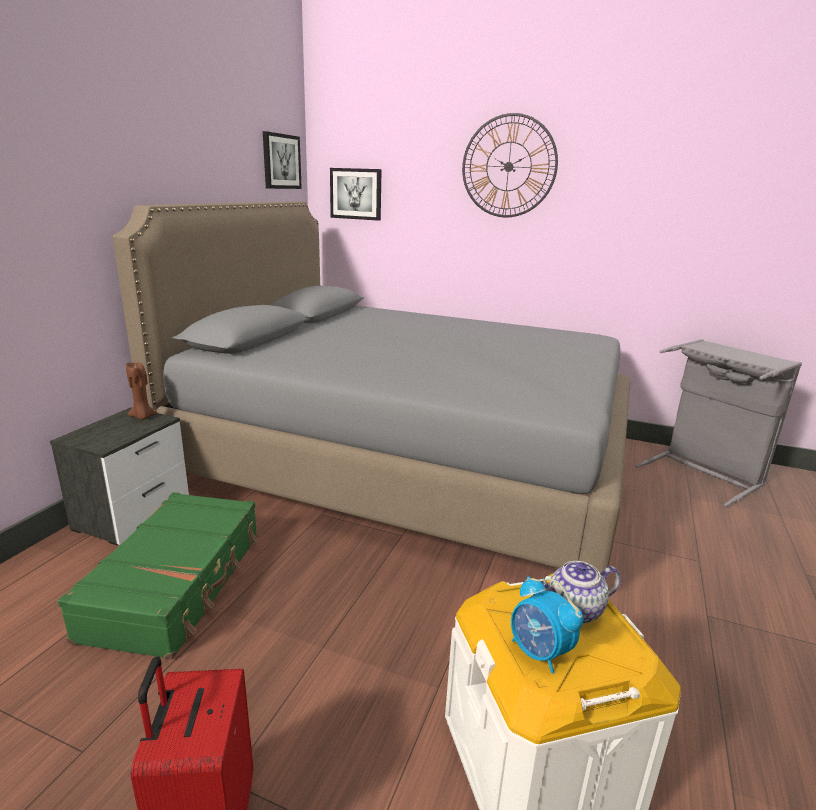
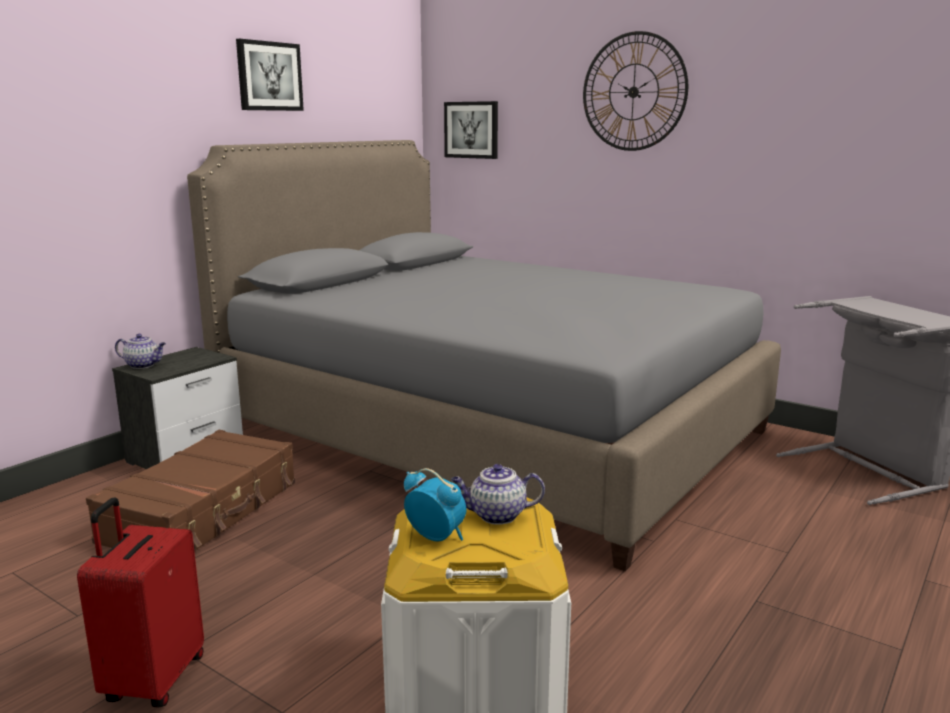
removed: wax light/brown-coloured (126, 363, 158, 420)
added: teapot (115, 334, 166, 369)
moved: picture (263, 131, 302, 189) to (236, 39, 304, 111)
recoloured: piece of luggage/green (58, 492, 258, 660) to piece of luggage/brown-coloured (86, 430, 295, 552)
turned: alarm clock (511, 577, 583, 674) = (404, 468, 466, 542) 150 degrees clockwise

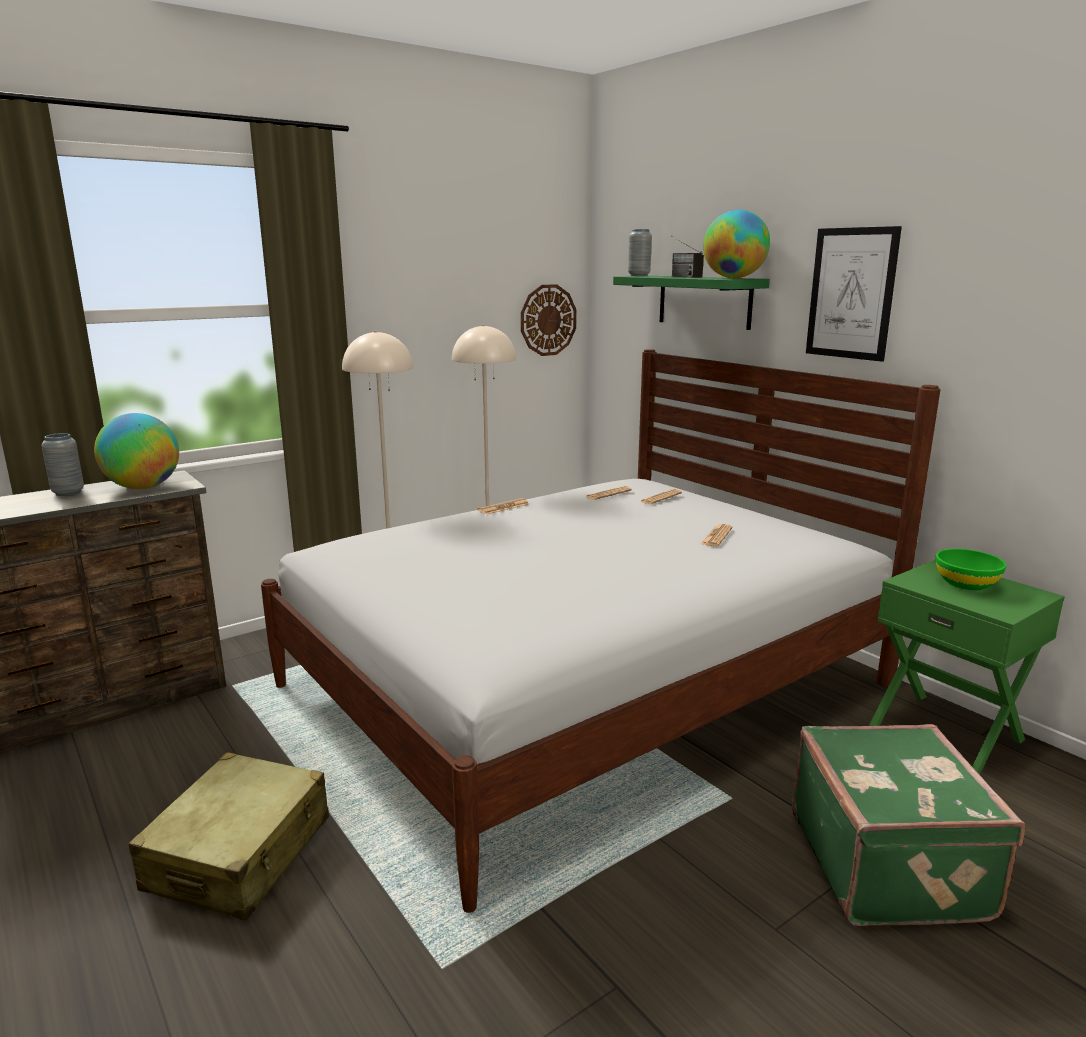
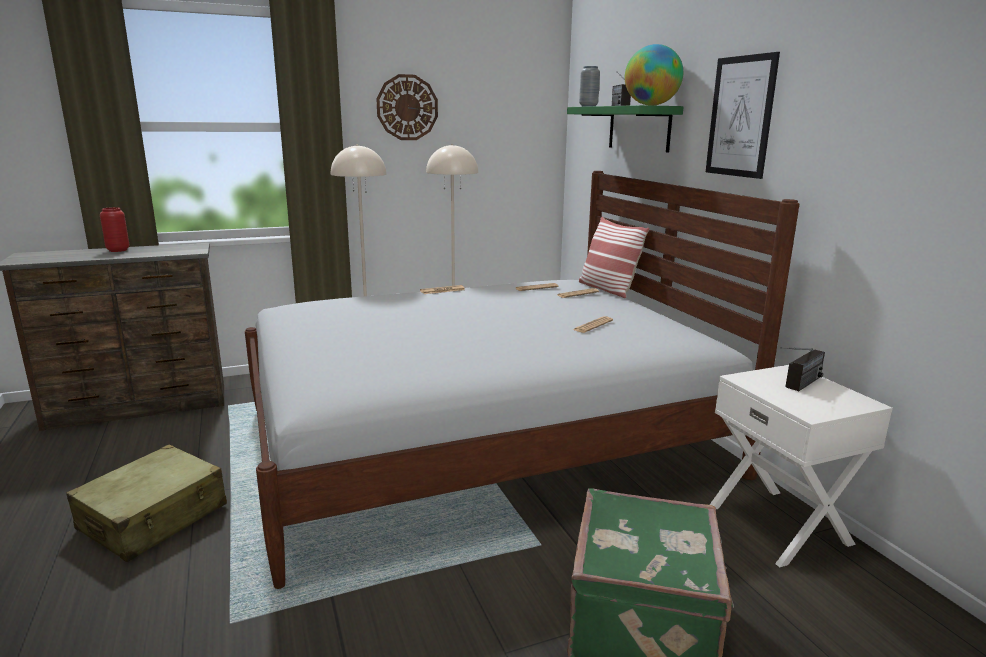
removed: desk globe (94, 413, 179, 489)
added: throw pillow (579, 217, 650, 298)
moved: clock on the wall (521, 284, 577, 356) to (376, 74, 438, 140)
replaced: deep dish/green (936, 549, 1006, 590) to radio (781, 347, 825, 391)
recoloured: decorative vase/greyish (41, 433, 84, 496) to decorative vase/red (100, 207, 129, 252); nightstand/green (869, 559, 1065, 774) to nightstand/white-coloured (710, 365, 893, 567)

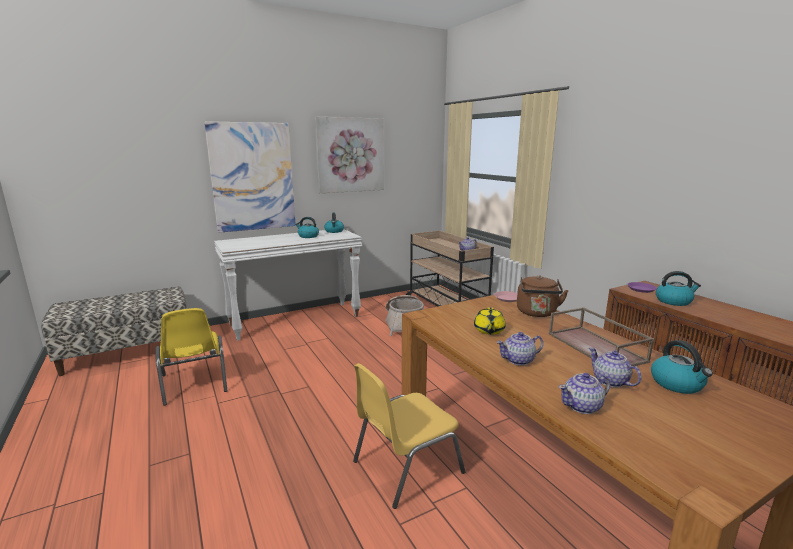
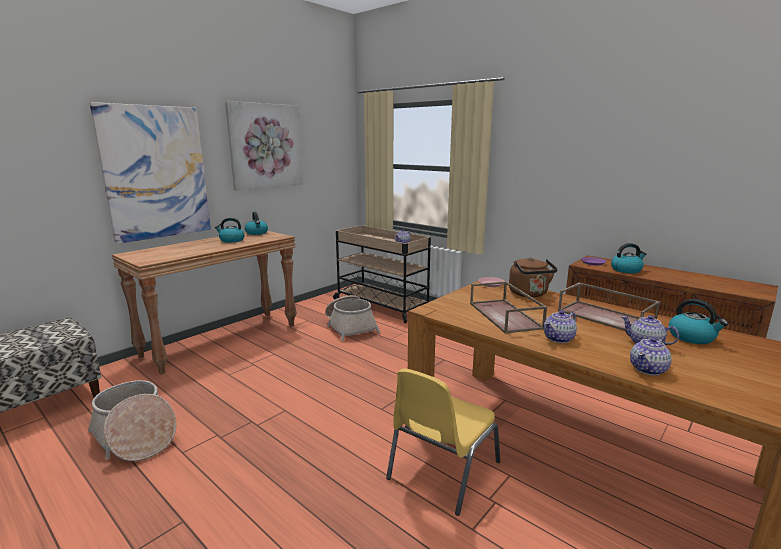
replaced: plain chair/yellowish (155, 308, 227, 406) to storage basket (88, 380, 177, 461); teapot/yellowish (474, 307, 506, 335) to serving tray/brown-coloured (470, 281, 547, 334)
recoloured: hall table/white-coloured (214, 229, 362, 341) to hall table/brown-coloured (112, 231, 297, 375)

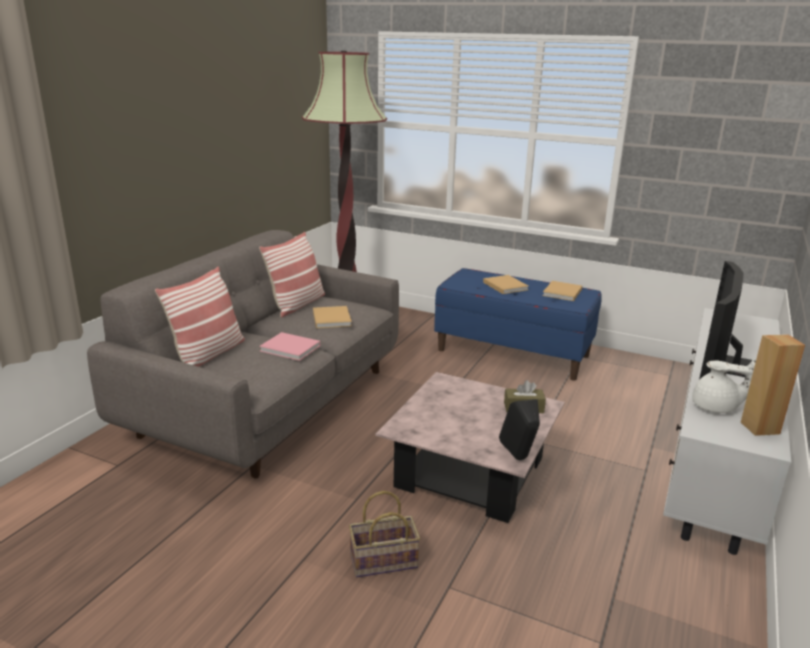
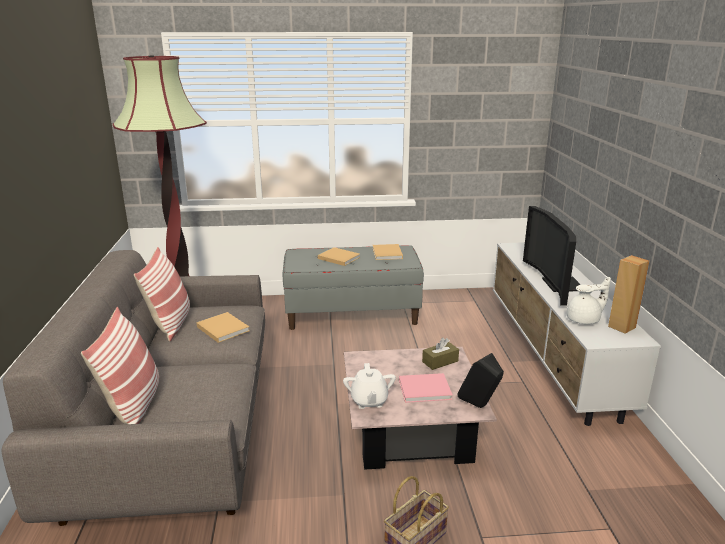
added: teapot/white-coloured (343, 363, 396, 409)
moved: volume/pink-coloured (259, 332, 320, 361) to (399, 373, 453, 403)
recoloured: bench/blue (434, 268, 602, 381) to bench/greyish (283, 245, 424, 330)

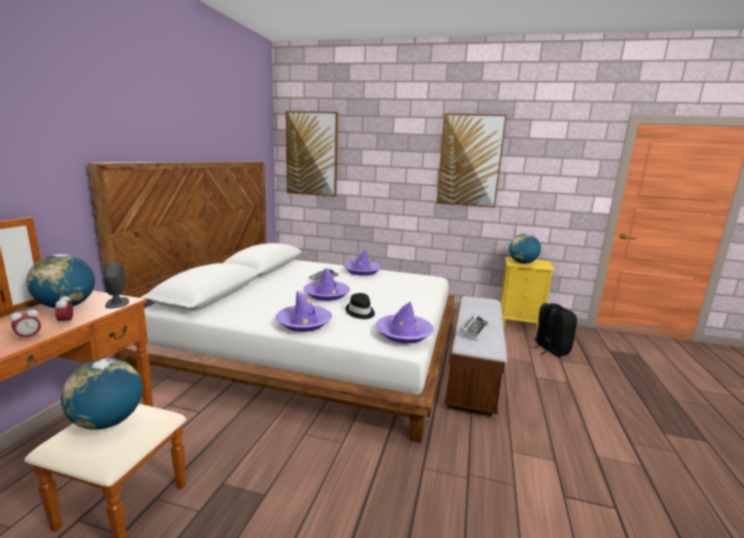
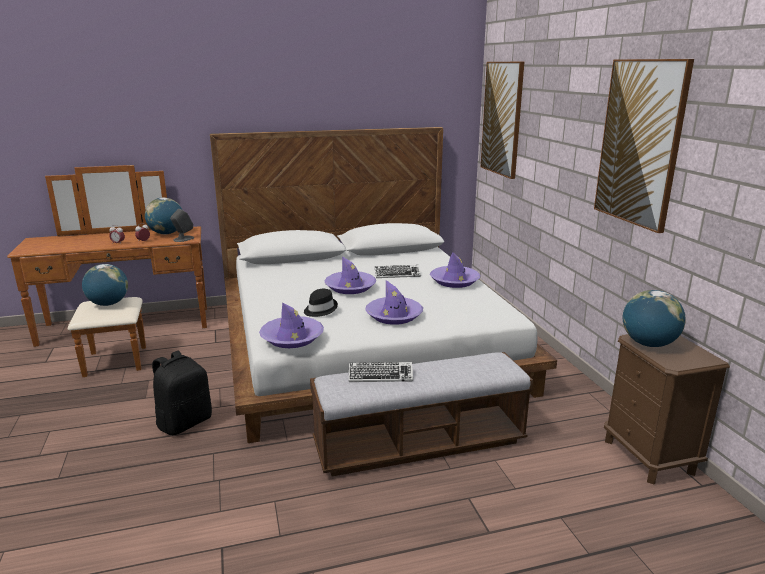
moved: clothing hat/purple (276, 291, 332, 332) to (365, 280, 423, 325); rucksack/black (532, 303, 577, 357) to (152, 351, 212, 435)
recoloured: nightstand/yellowish (500, 257, 555, 331) to nightstand/brown-coloured (604, 334, 730, 485)

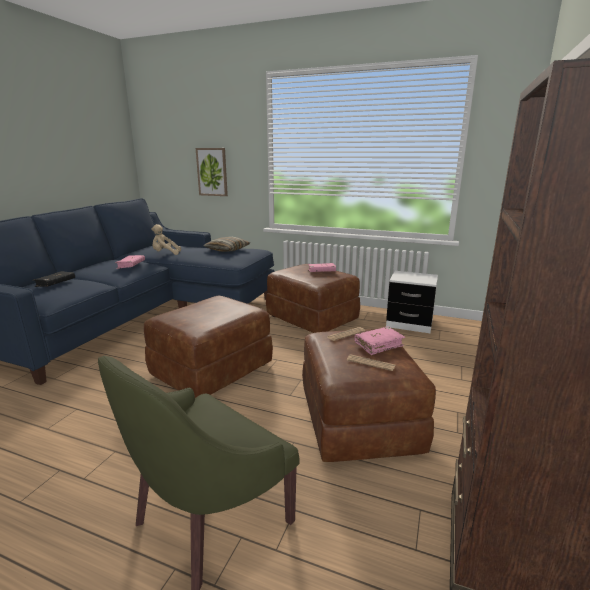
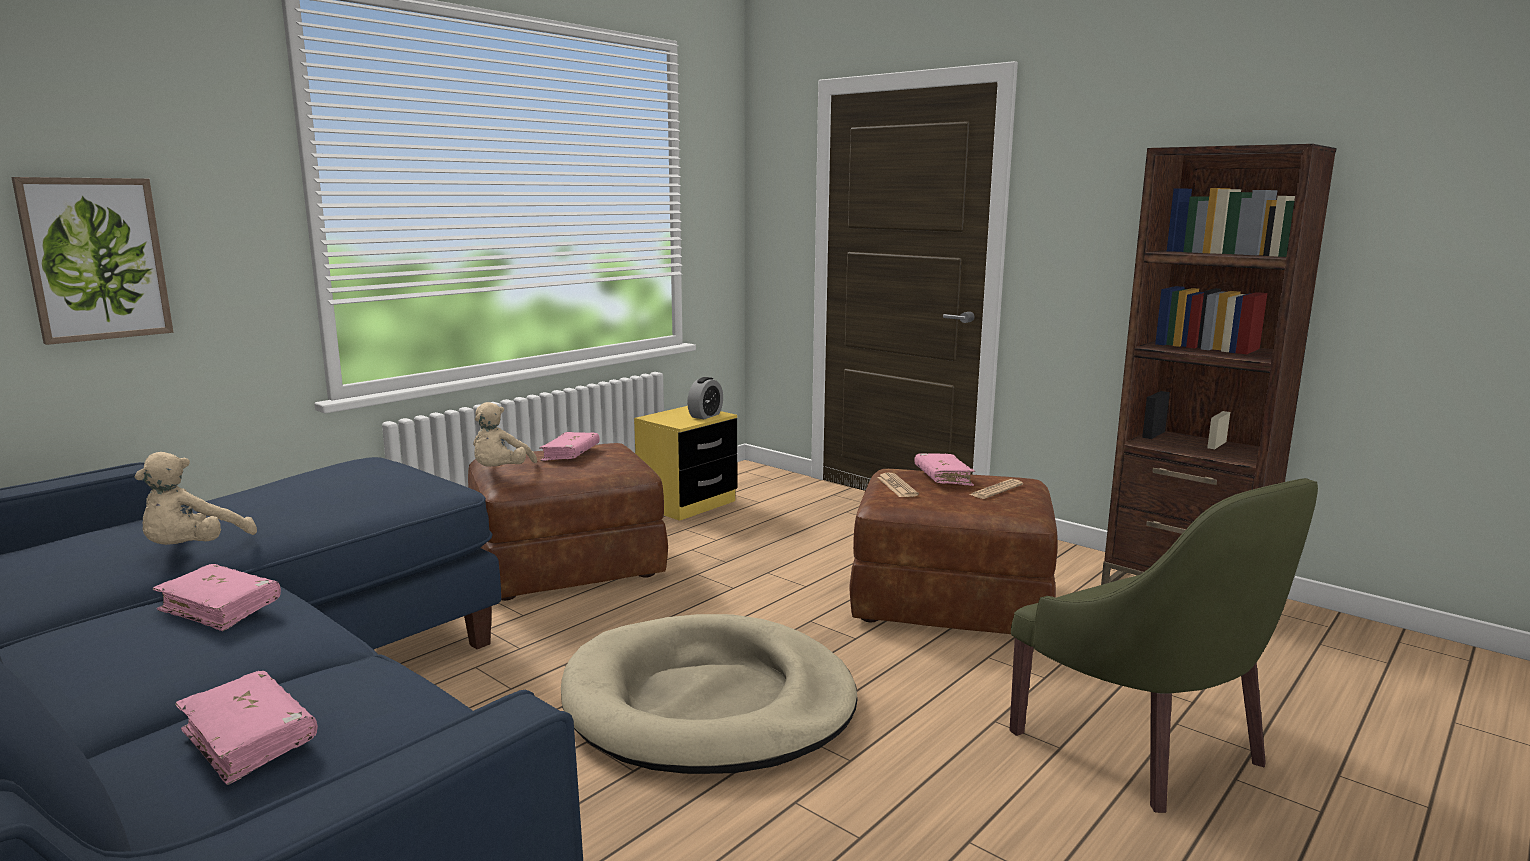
removed: throw pillow (203, 237, 250, 252)
added: plush toy/beige (473, 402, 537, 467); alarm clock (687, 377, 723, 419)
replaced: ottoman/brown-coloured (144, 296, 273, 398) to pet bed/beige (561, 614, 858, 774)
recoloured: volume/black (34, 271, 75, 287) to volume/pink-coloured (175, 671, 318, 785); nightstand/white-coloured (386, 271, 438, 333) to nightstand/yellowish (634, 406, 737, 521)

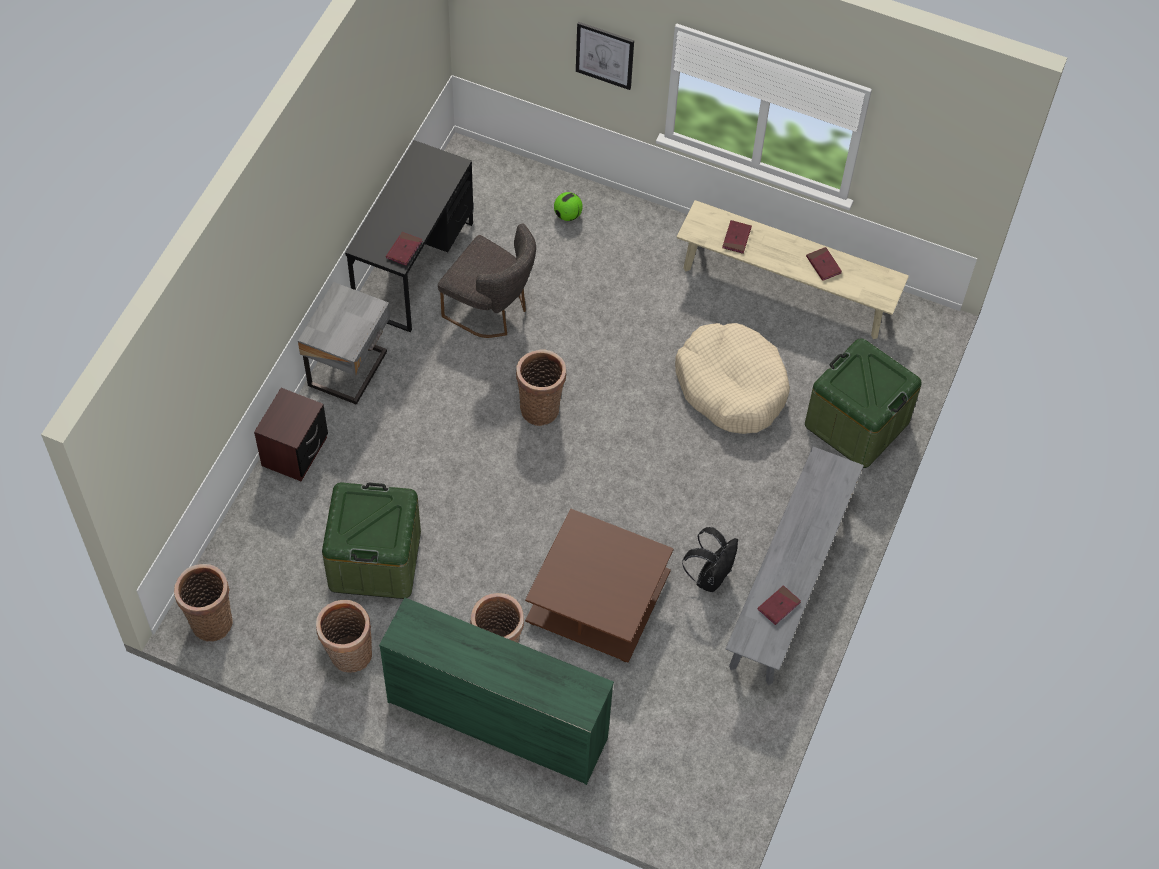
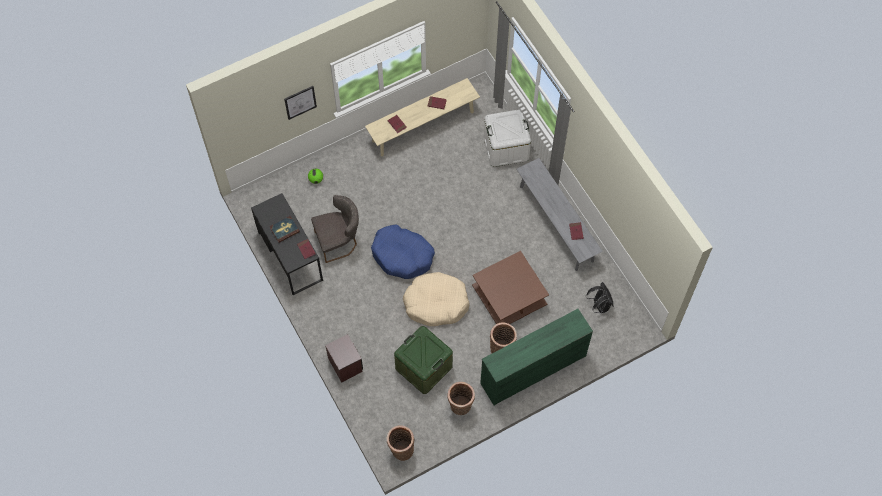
removed: nightstand/greyish (298, 282, 390, 405)
added: volume (269, 216, 300, 243)
moved: pet bed/beige (675, 323, 790, 434) to (403, 272, 470, 326); rucksack/black (682, 527, 738, 592) to (586, 282, 614, 313)
replaced: storage basket (516, 350, 566, 426) to pet bed/blue (371, 225, 435, 279)
recoloured: storage container/green (805, 338, 922, 468) to storage container/white-coloured (484, 110, 531, 167)

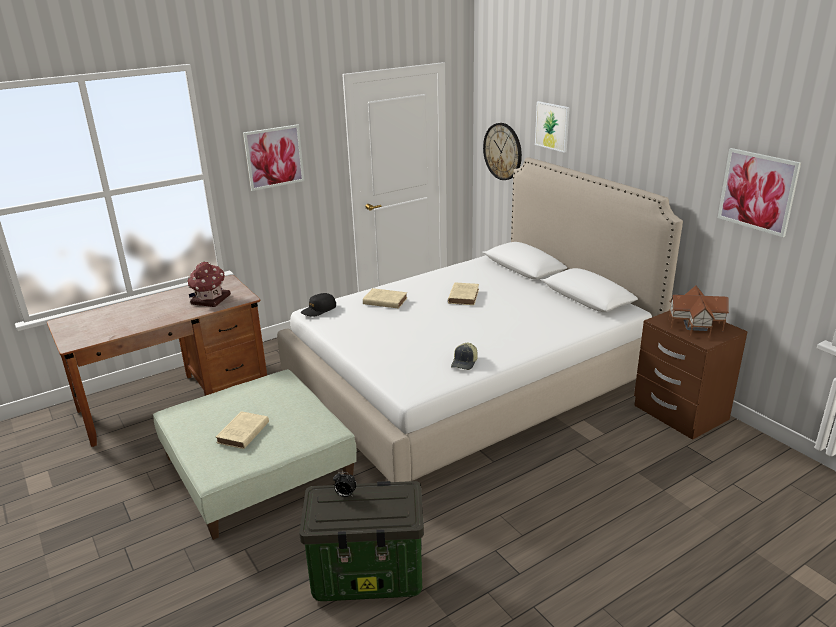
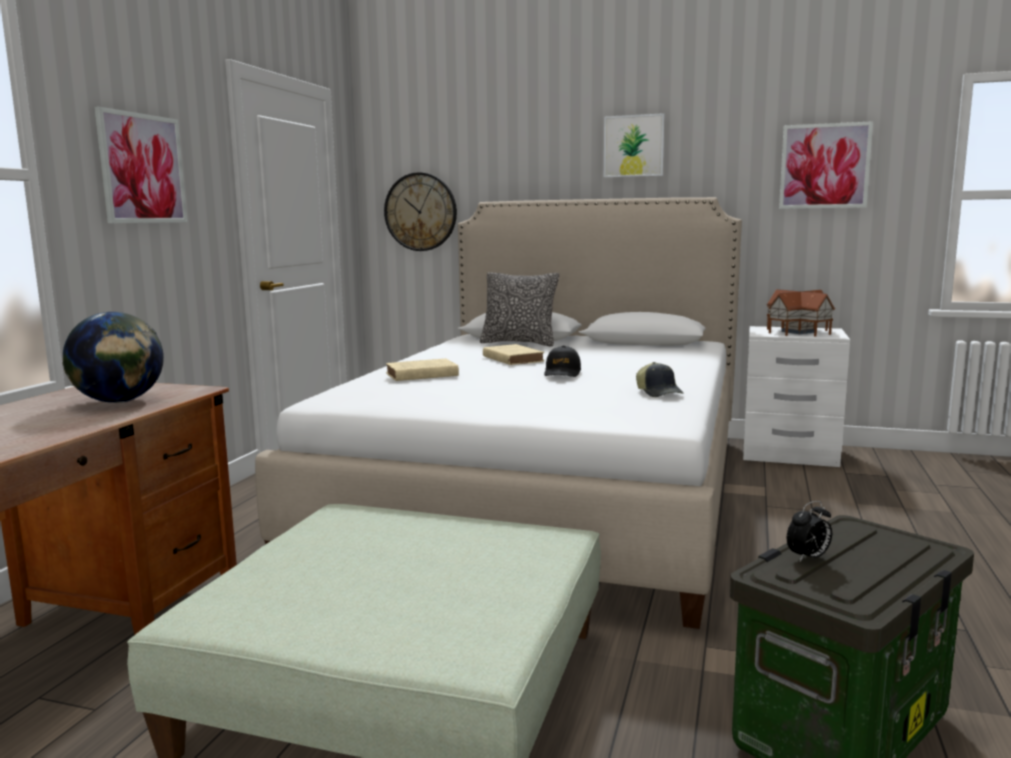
removed: volume/beige (216, 411, 269, 449)
added: throw pillow (480, 272, 559, 346)
moved: peaked cap/black (301, 293, 336, 317) to (544, 346, 581, 377); picture (535, 101, 570, 153) to (604, 113, 665, 178)
replaced: toy house (188, 262, 231, 307) to desk globe (63, 312, 164, 403)
recoloured: nightstand/brown-coloured (634, 311, 748, 440) to nightstand/white-coloured (743, 326, 850, 467)

